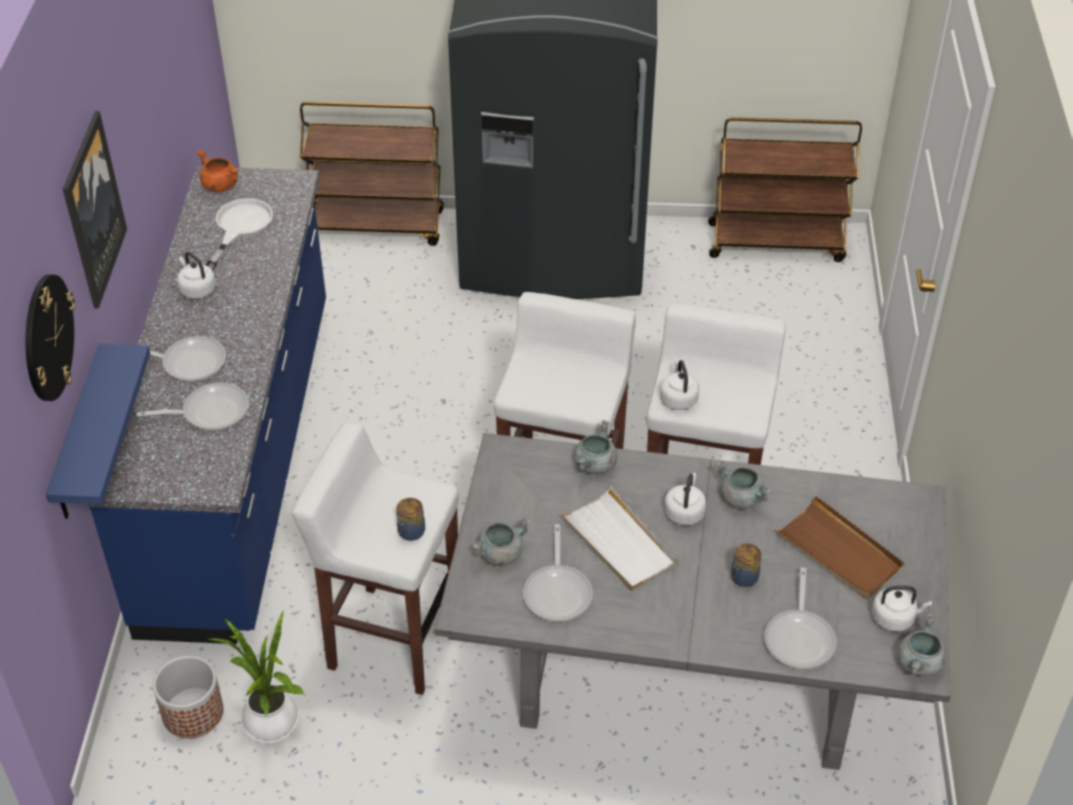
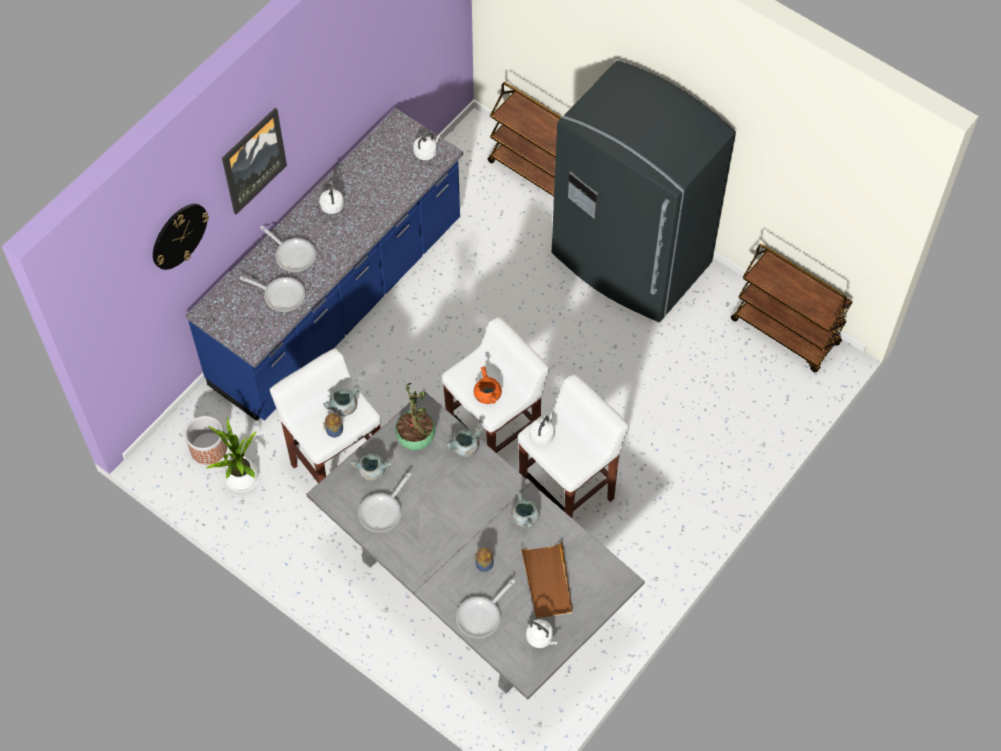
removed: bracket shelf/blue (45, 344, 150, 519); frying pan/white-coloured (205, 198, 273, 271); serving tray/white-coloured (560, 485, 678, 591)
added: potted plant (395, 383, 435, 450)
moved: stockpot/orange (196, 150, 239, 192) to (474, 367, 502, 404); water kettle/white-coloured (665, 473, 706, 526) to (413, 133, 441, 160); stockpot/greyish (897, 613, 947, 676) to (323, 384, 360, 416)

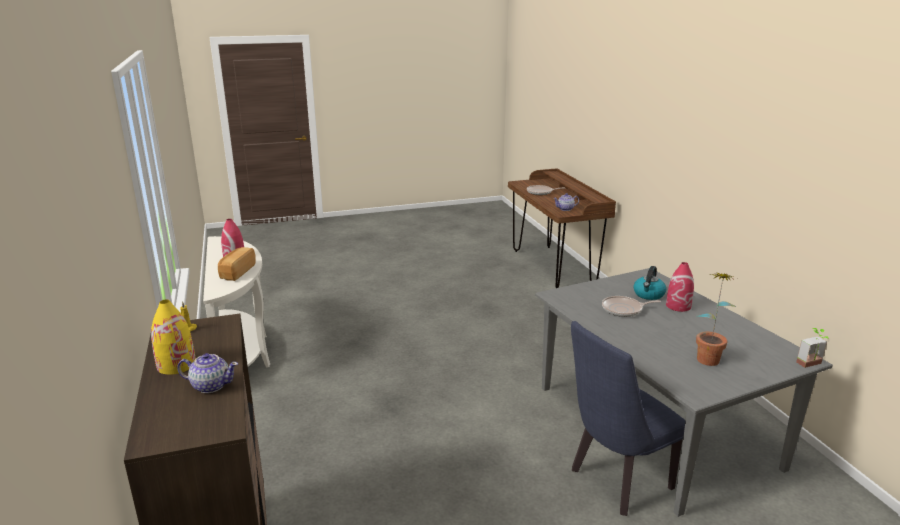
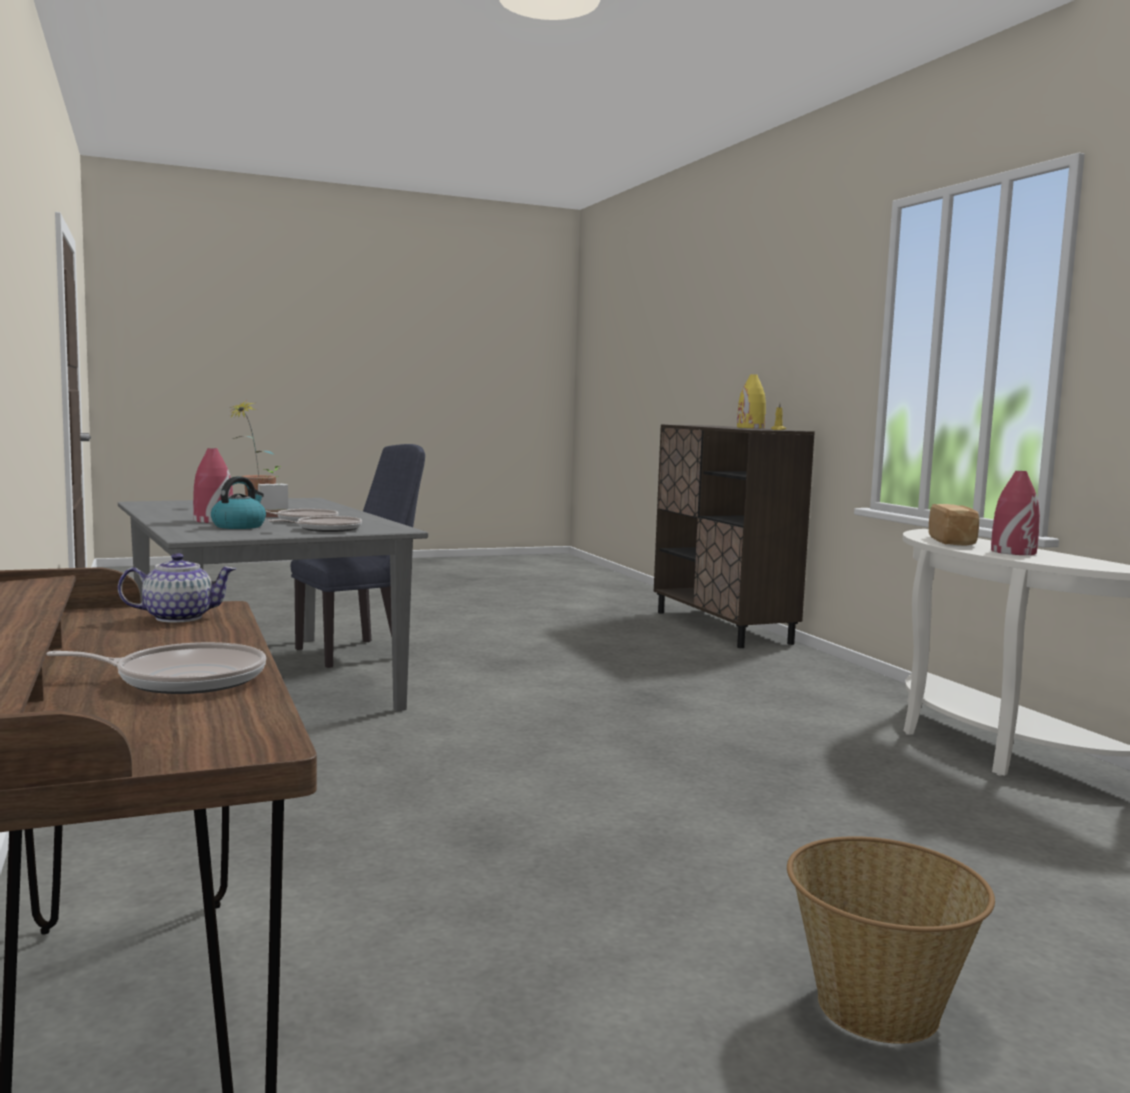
removed: teapot (177, 353, 238, 393)
added: frying pan (268, 516, 362, 532); storage basket (787, 836, 995, 1044)
moved: potted plant (796, 328, 829, 368) to (258, 466, 288, 517)

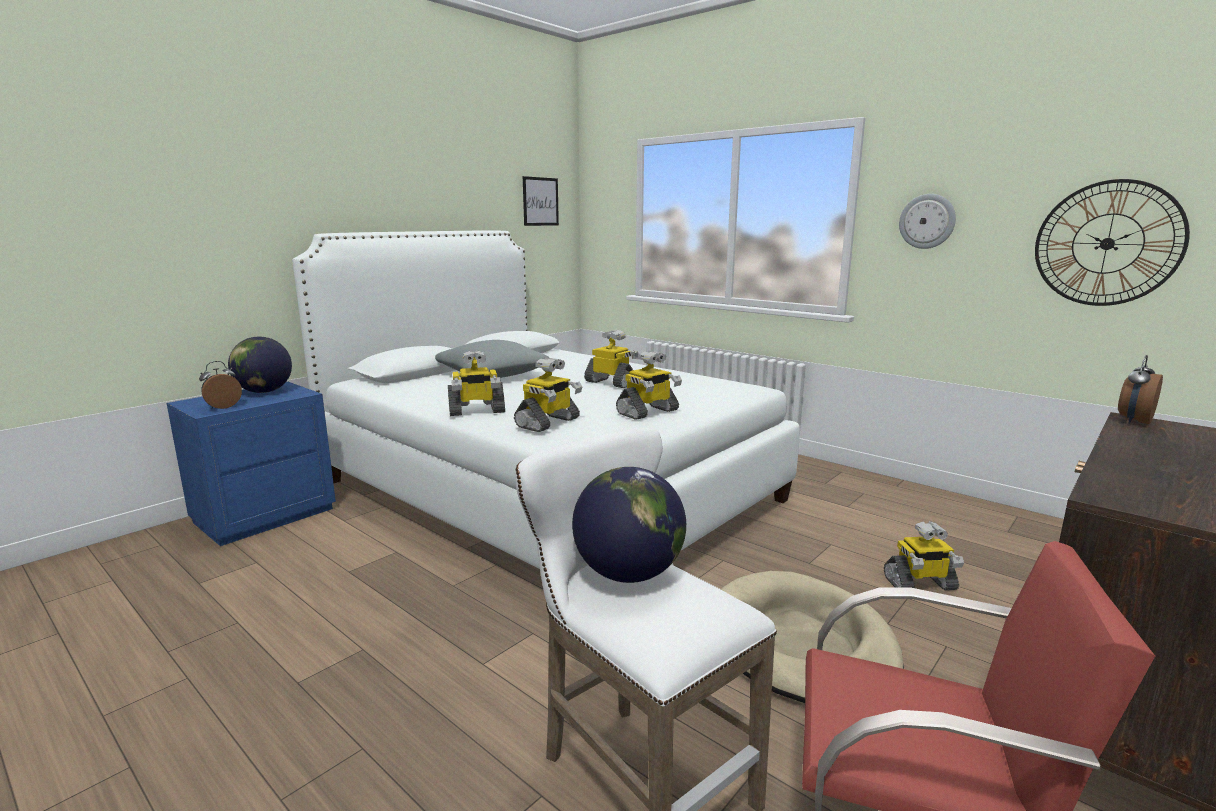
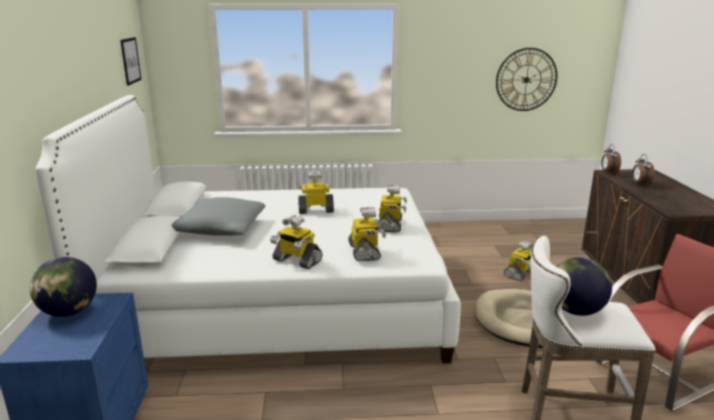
removed: clock on the wall (899, 194, 956, 249)
moved: alarm clock (199, 361, 242, 409) to (632, 154, 655, 186)
turned: robot figure (448, 350, 505, 416) = (270, 215, 322, 269) 90 degrees clockwise

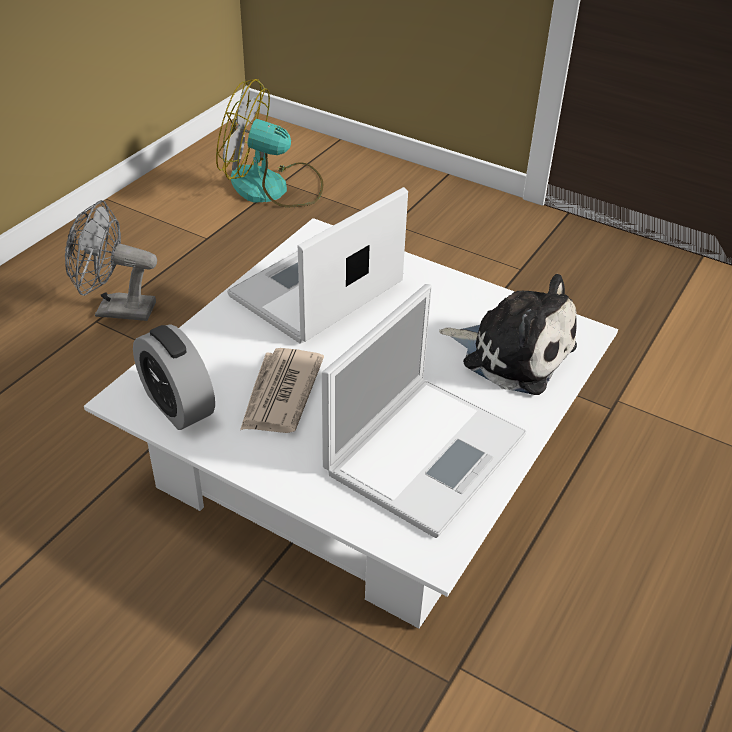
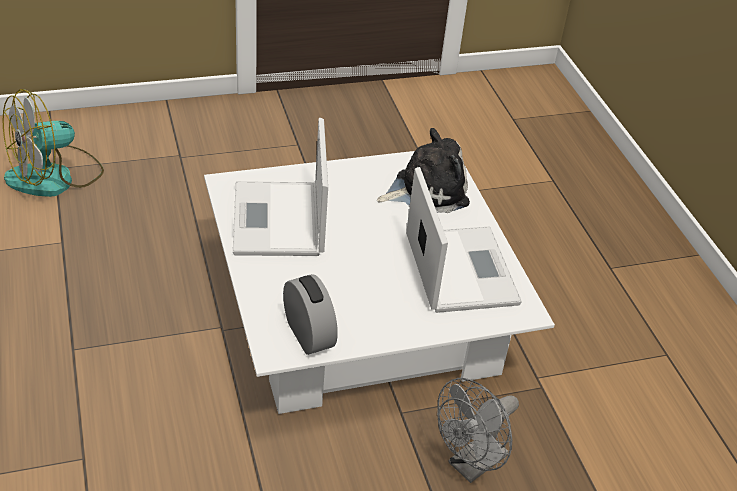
removed: daily paper (240, 348, 324, 433)
moved: cooling fan/greyish (65, 200, 157, 321) to (437, 378, 519, 483)
turned: alarm clock (133, 324, 215, 430) = (283, 274, 338, 355) 120 degrees counterclockwise

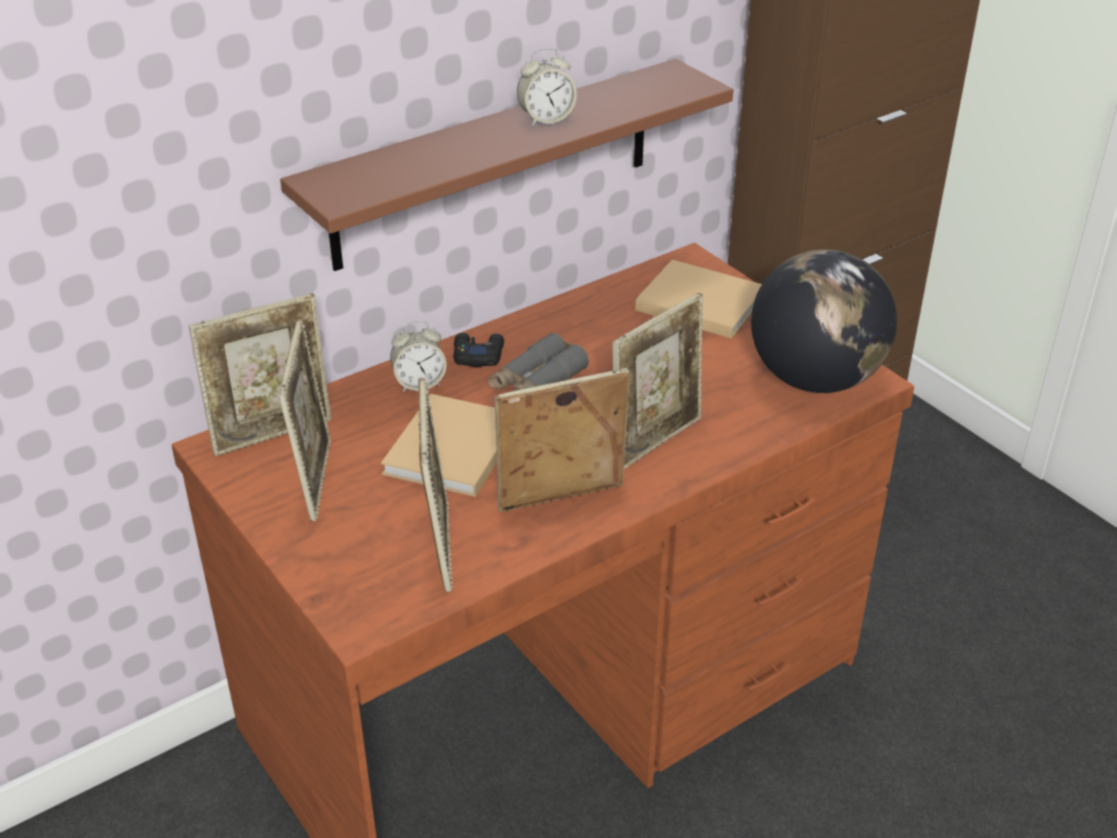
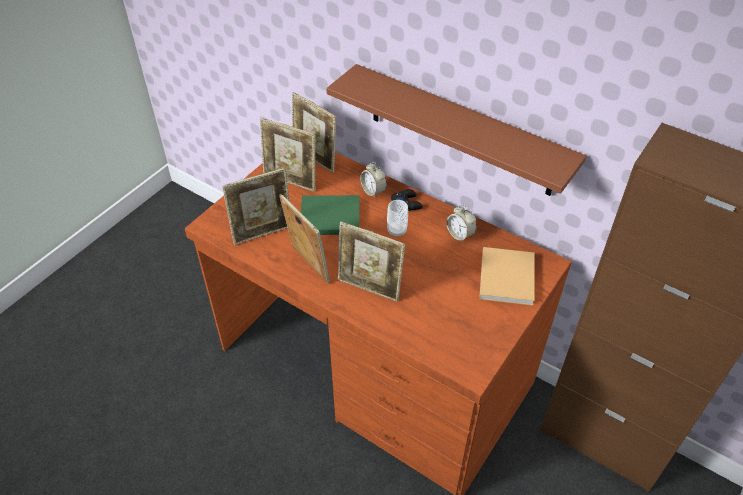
removed: desk globe (751, 249, 897, 393)
moved: alarm clock (517, 48, 577, 127) to (446, 205, 477, 243)
replaced: pair of binoculars/greyish (488, 333, 589, 391) to cup (387, 200, 408, 237)
recoloured: volume/beige (381, 394, 497, 497) to volume/green (301, 195, 359, 235)
turned: standing frame (279, 319, 331, 521) = (260, 118, 315, 192) 45 degrees clockwise

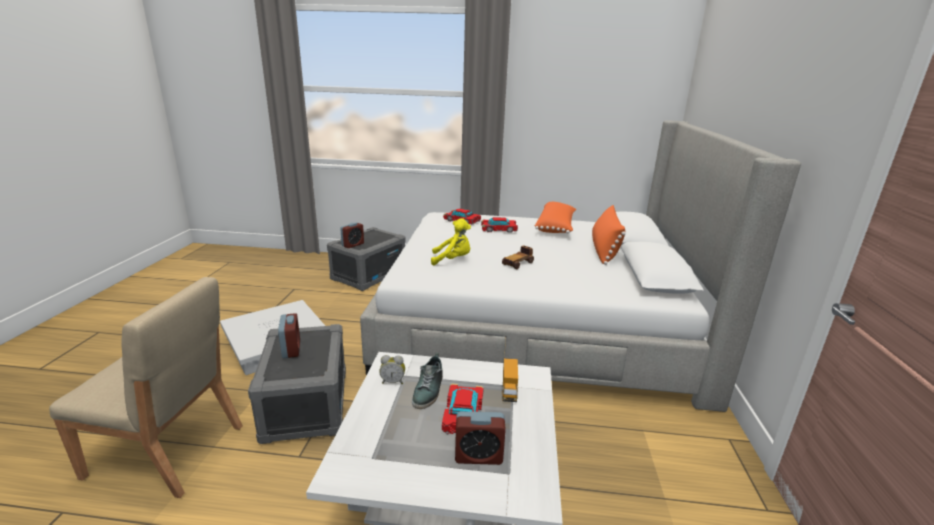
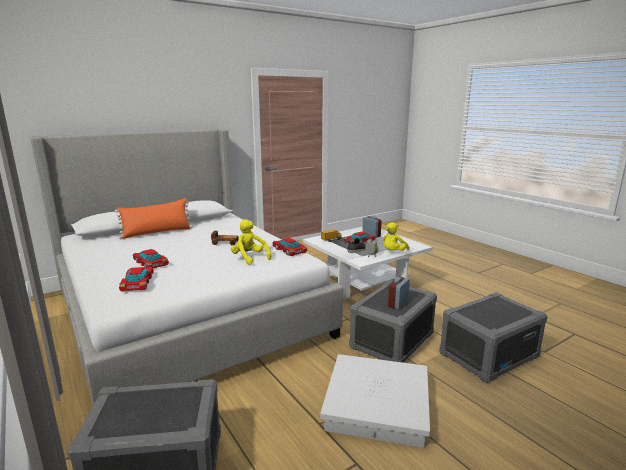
removed: alarm clock (340, 222, 364, 248); throw pillow/orange (535, 202, 576, 233)
added: model car (273, 238, 307, 256); plush toy/yellowish (383, 222, 409, 251)
replaced: plain chair/beige (49, 277, 243, 498) to storage container/greyish (439, 292, 548, 383)

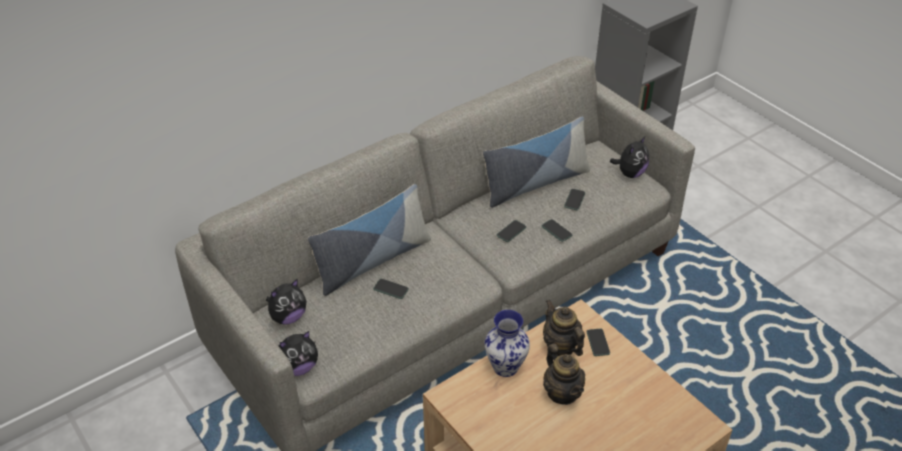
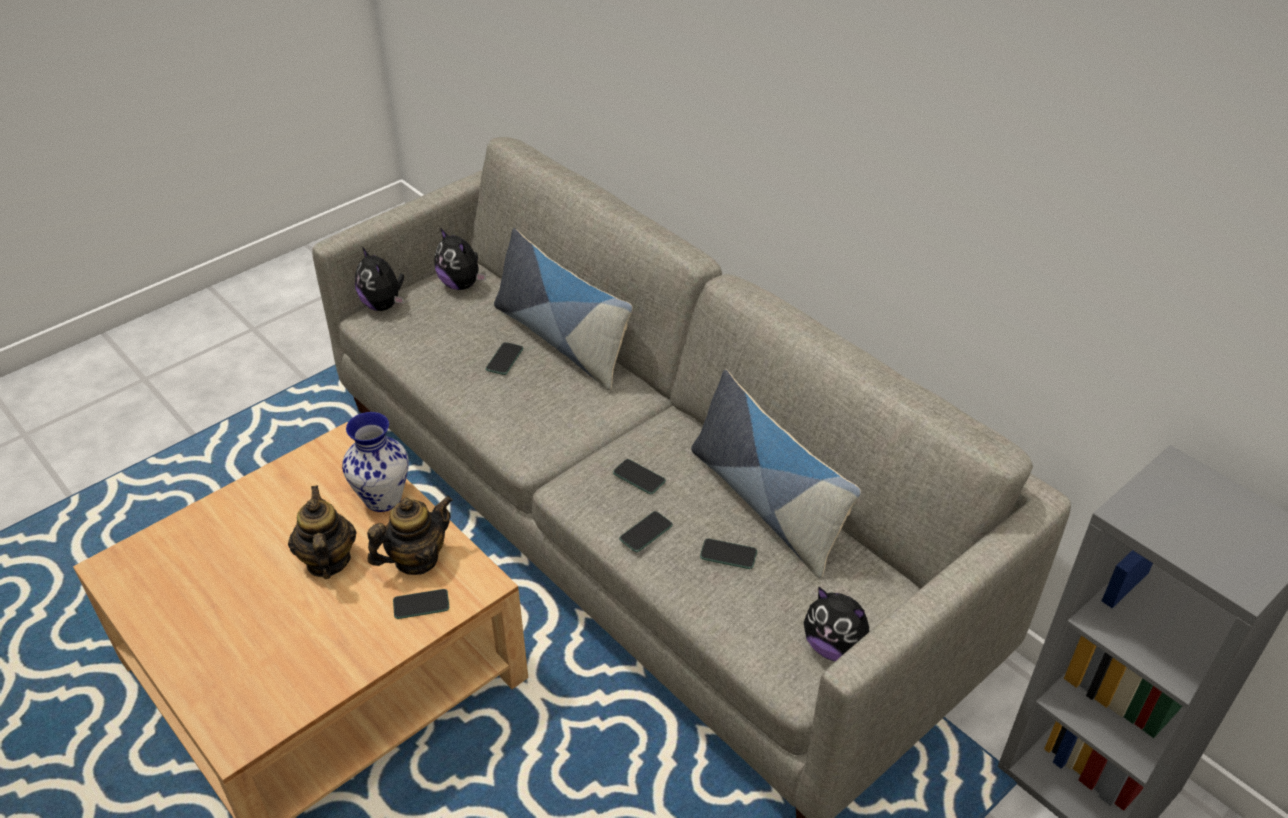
turned: teapot (543, 344, 585, 405) = (288, 485, 357, 579) 105 degrees clockwise

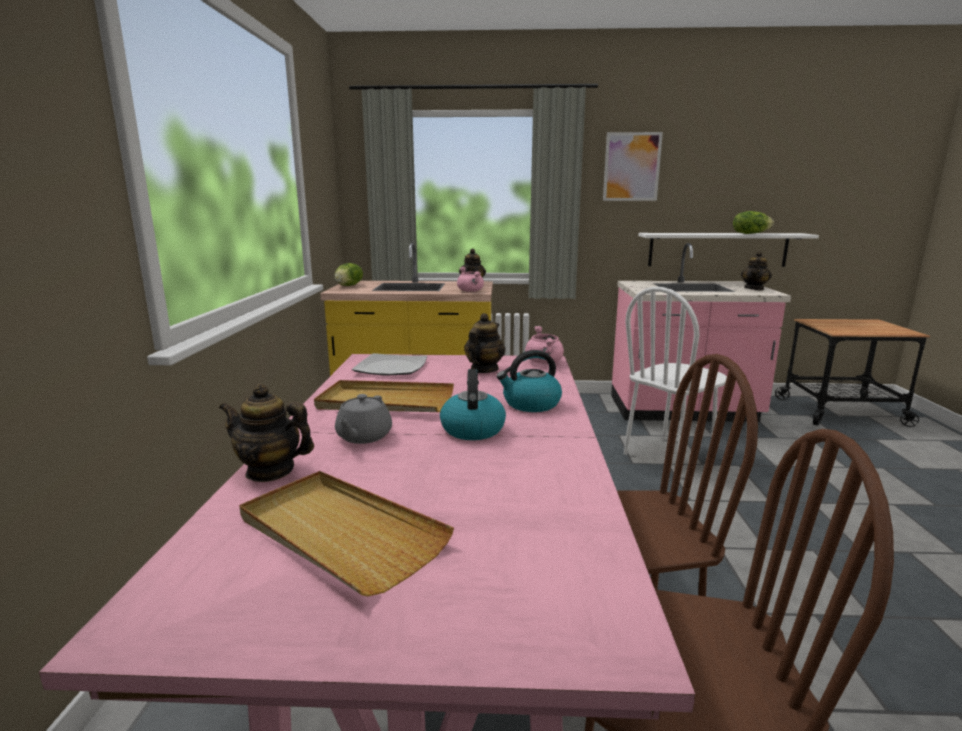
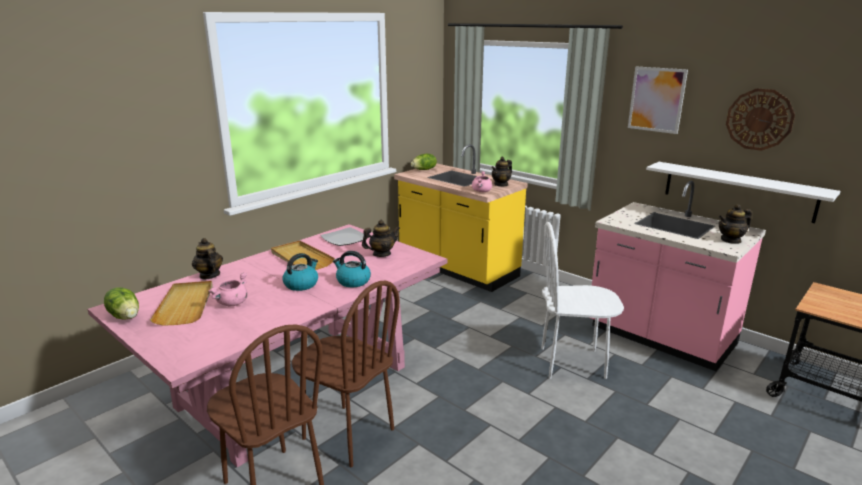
removed: teapot/greyish (335, 394, 392, 444)
added: clock on the wall (726, 88, 795, 151)
moved: stockpot/pink-coloured (525, 326, 564, 364) to (208, 272, 248, 306); head of lettuce (733, 211, 774, 234) to (104, 287, 139, 320)

